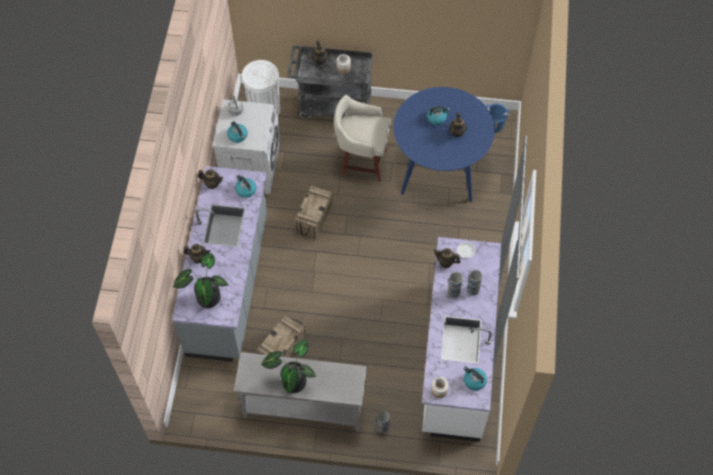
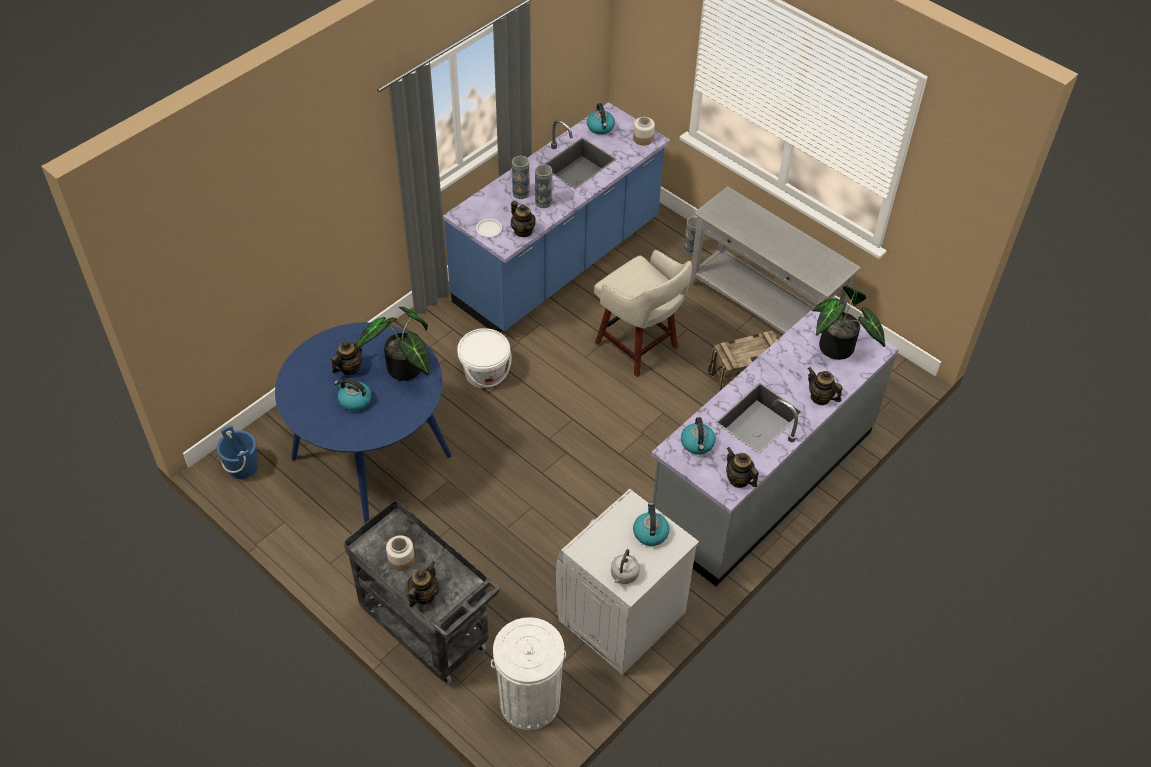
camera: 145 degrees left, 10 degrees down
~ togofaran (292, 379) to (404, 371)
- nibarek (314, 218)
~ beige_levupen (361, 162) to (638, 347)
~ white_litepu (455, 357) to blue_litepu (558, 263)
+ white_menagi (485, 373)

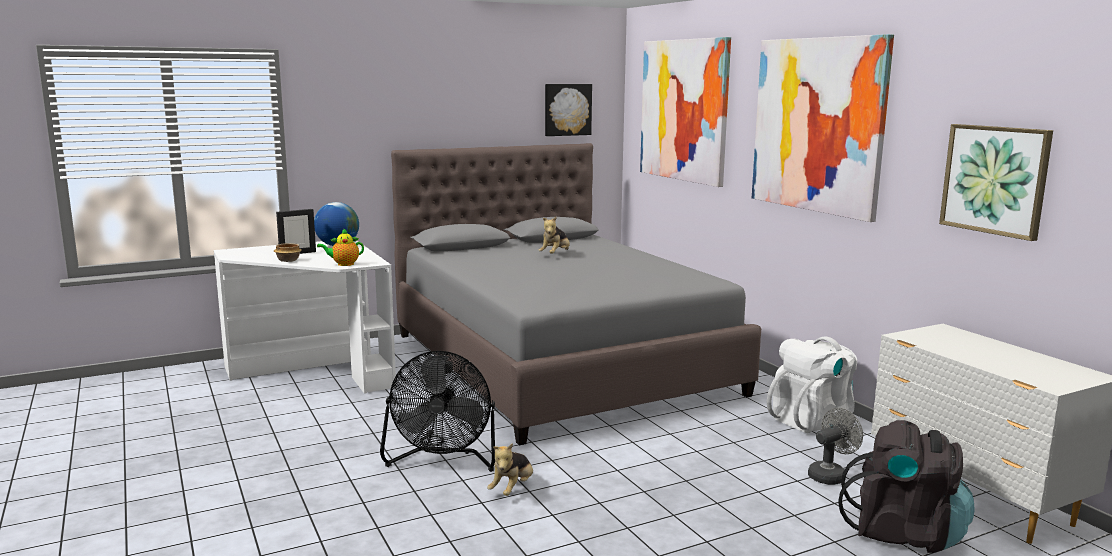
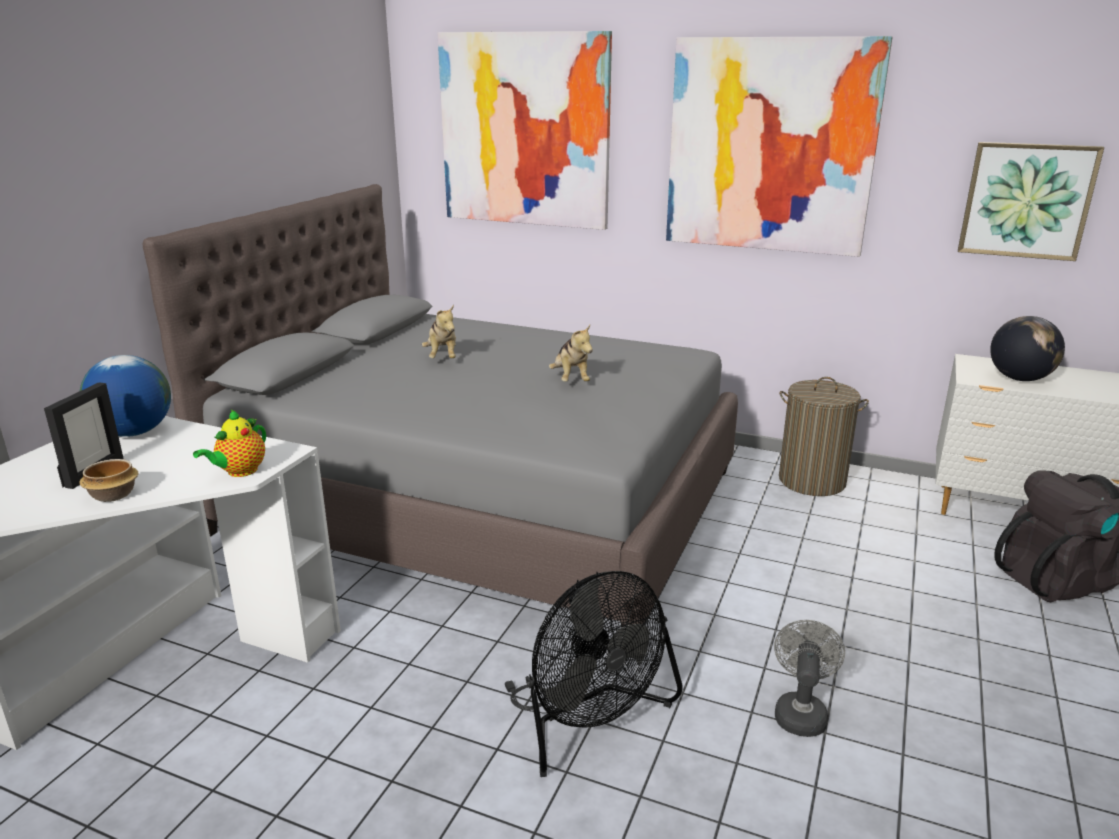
camera: 40 degrees left, 10 degrees up
~ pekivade (512, 489) to (570, 380)
- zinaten (567, 109)
~ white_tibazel (812, 420) to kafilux (811, 481)
~ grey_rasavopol (830, 475) to (800, 712)
+ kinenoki (1019, 379)

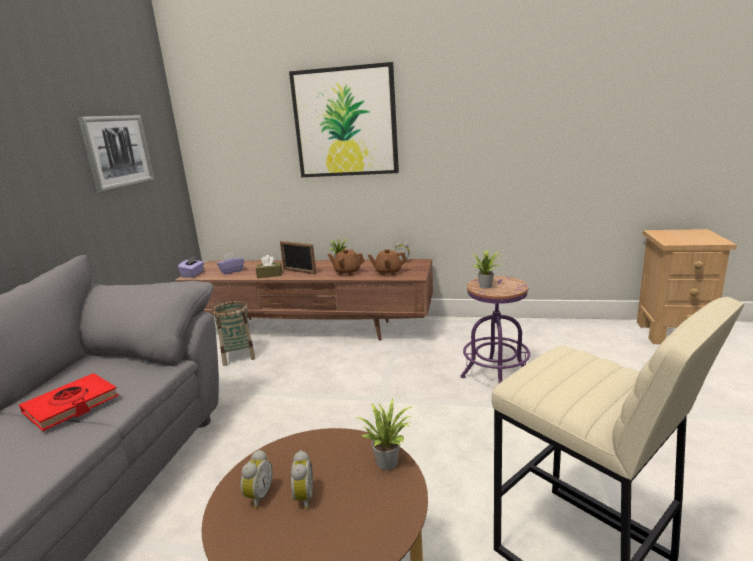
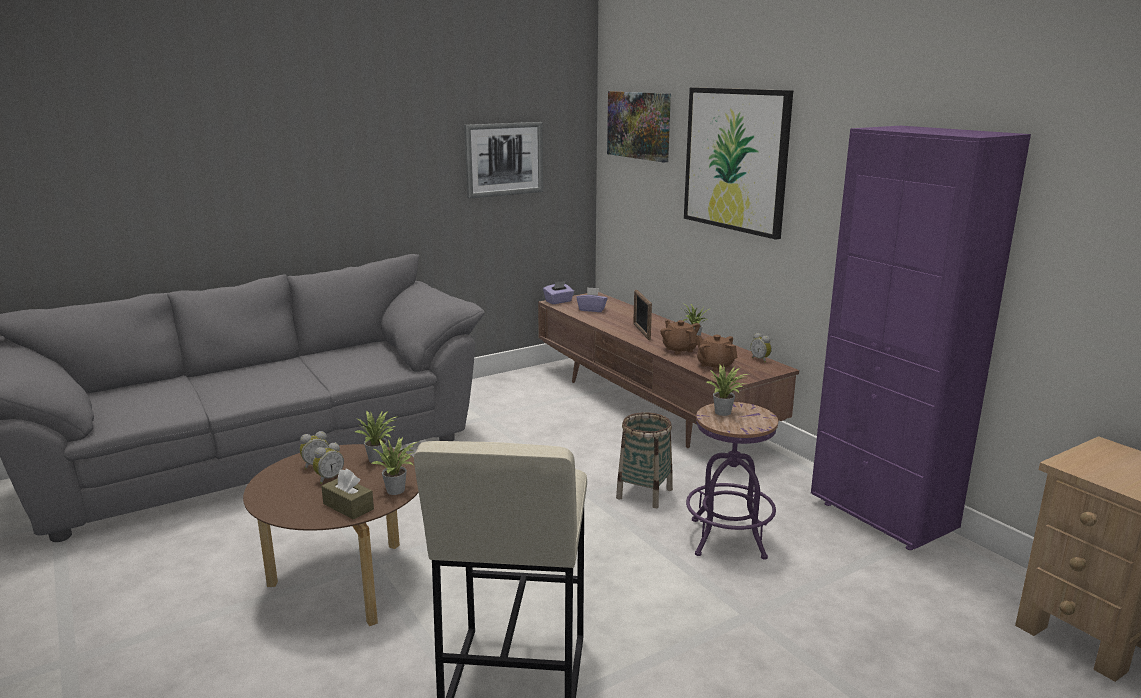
camera: 45 degrees right, 0 degrees up
- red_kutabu (72, 405)
~ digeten (238, 356) to (644, 493)
~ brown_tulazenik (269, 275) to (348, 506)
+ togofaran (379, 459)
+ zinaten (639, 125)
+ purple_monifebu (881, 519)

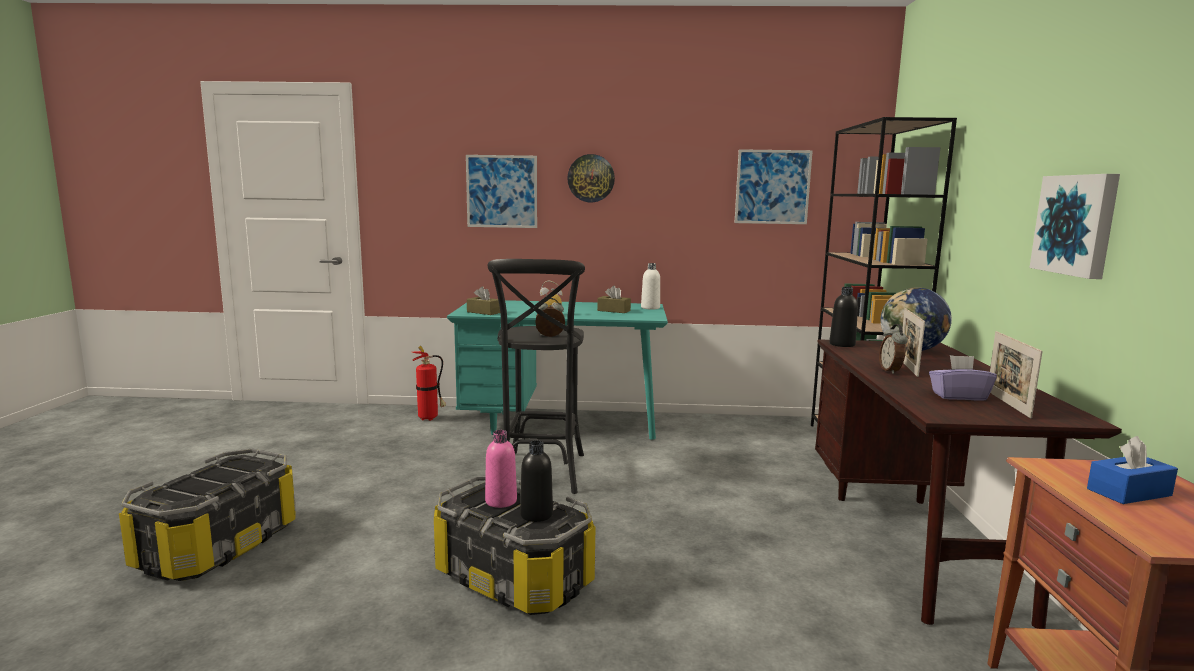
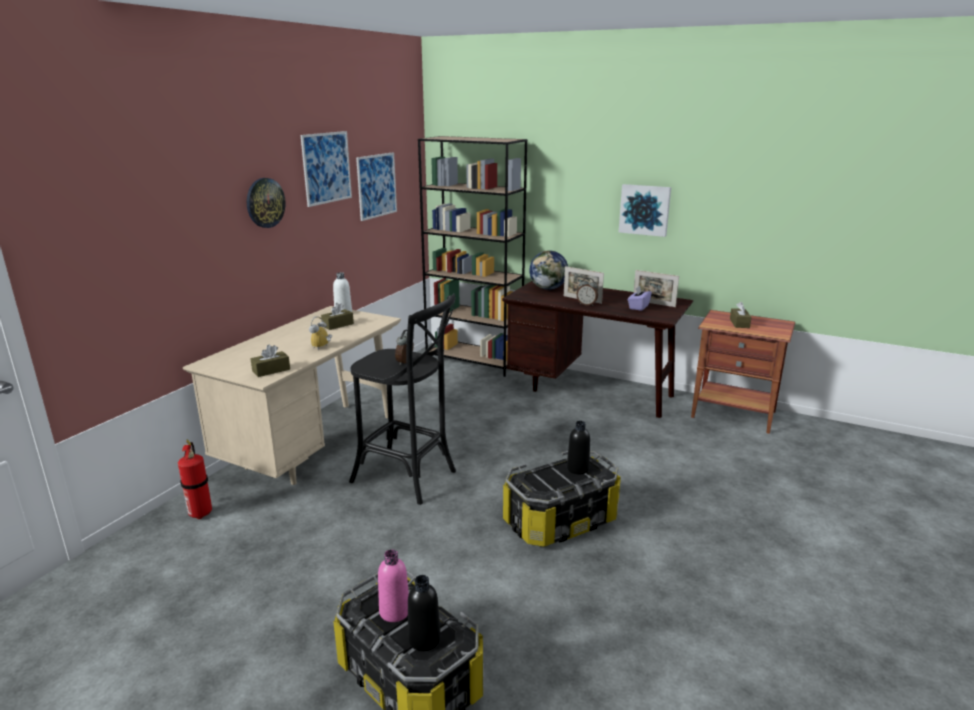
camera: 65 degrees left, 10 degrees up
~ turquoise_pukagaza (561, 425) to beige_pukagaza (313, 446)
~ zinaten (501, 191) to (326, 168)
~ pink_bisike (501, 501) to (394, 611)
~ black_bisike (842, 344) to (424, 639)
~ blue_tulazenik (1129, 492) to brown_tulazenik (739, 323)

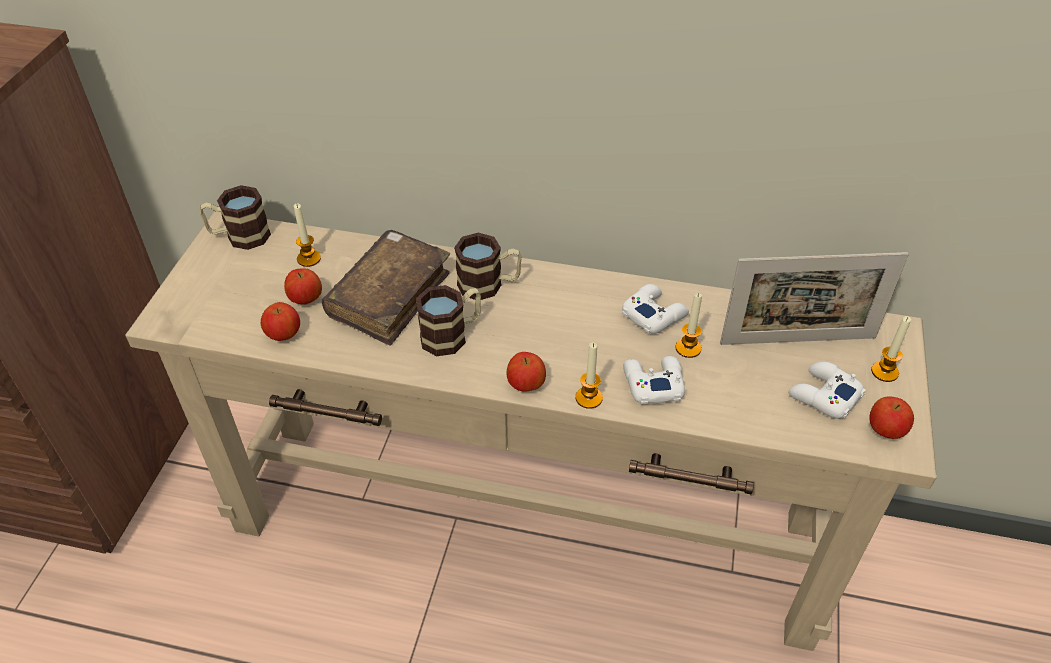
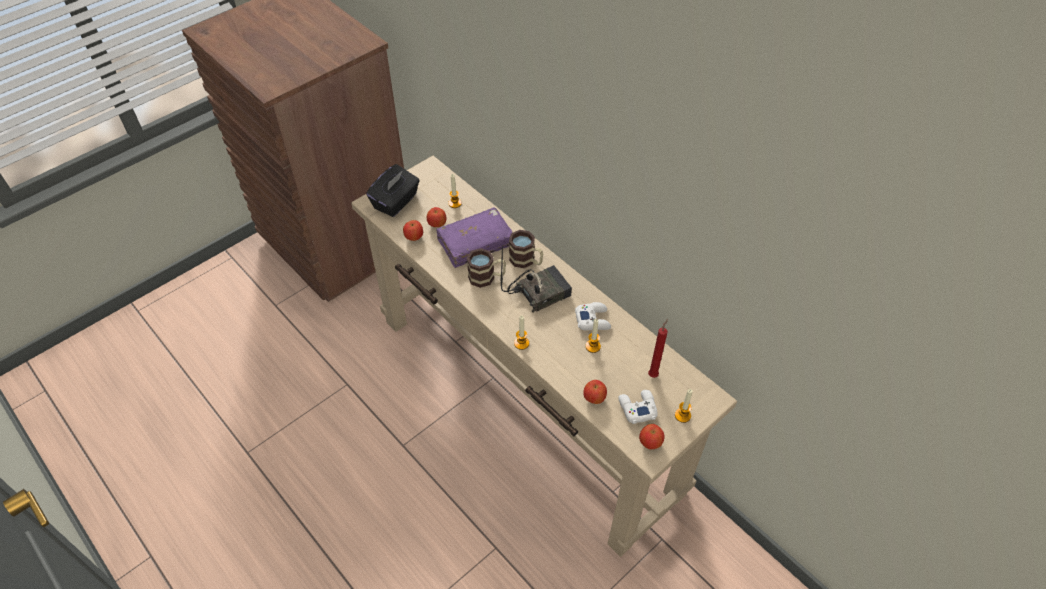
camera: 35 degrees right, 5 degrees up
- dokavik (239, 236)
~ brown_kutabu (389, 296) to purple_kutabu (475, 242)
~ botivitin (526, 385) to (594, 398)
- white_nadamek (652, 383)
~ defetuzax (797, 340) to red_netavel (653, 374)
+ black_tulazenik (396, 202)
+ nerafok (539, 291)

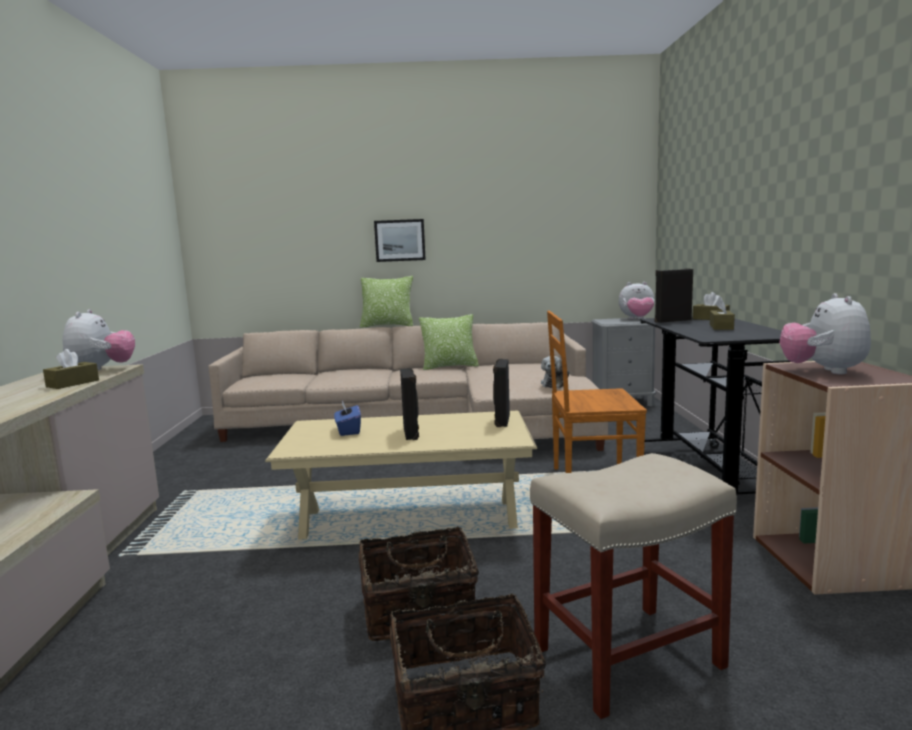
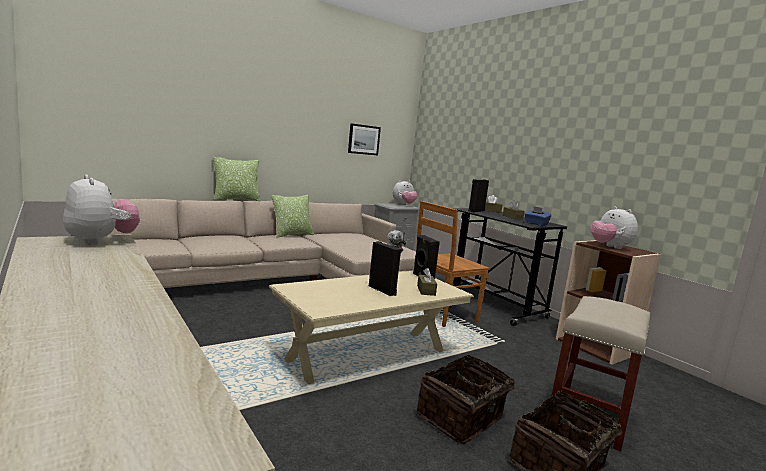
camera: 35 degrees left, 0 degrees up
~ brown_tulazenik (73, 383) to (426, 290)
~ blue_tulazenik (348, 431) to (536, 224)
~ zinaten (400, 240) to (363, 139)

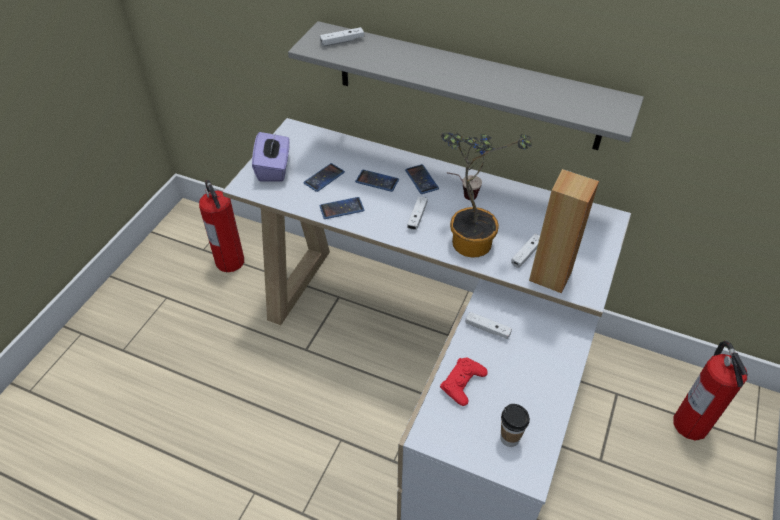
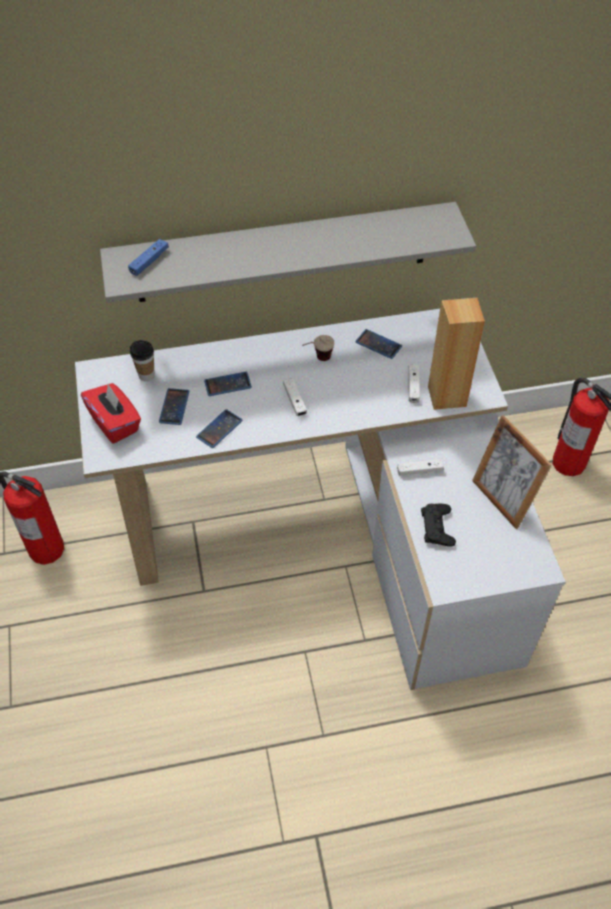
camera: 35 degrees left, 5 degrees up
~ purple_tulazenik (274, 169) to red_tulazenik (115, 423)
~ white_nadamek (342, 41) to blue_nadamek (149, 261)
~ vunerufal (421, 179) to (378, 344)
~ red_nadamek (463, 383) to black_nadamek (437, 527)
- togofaran (469, 239)
~ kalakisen (509, 438) to (146, 375)
+ defetuzax (501, 500)

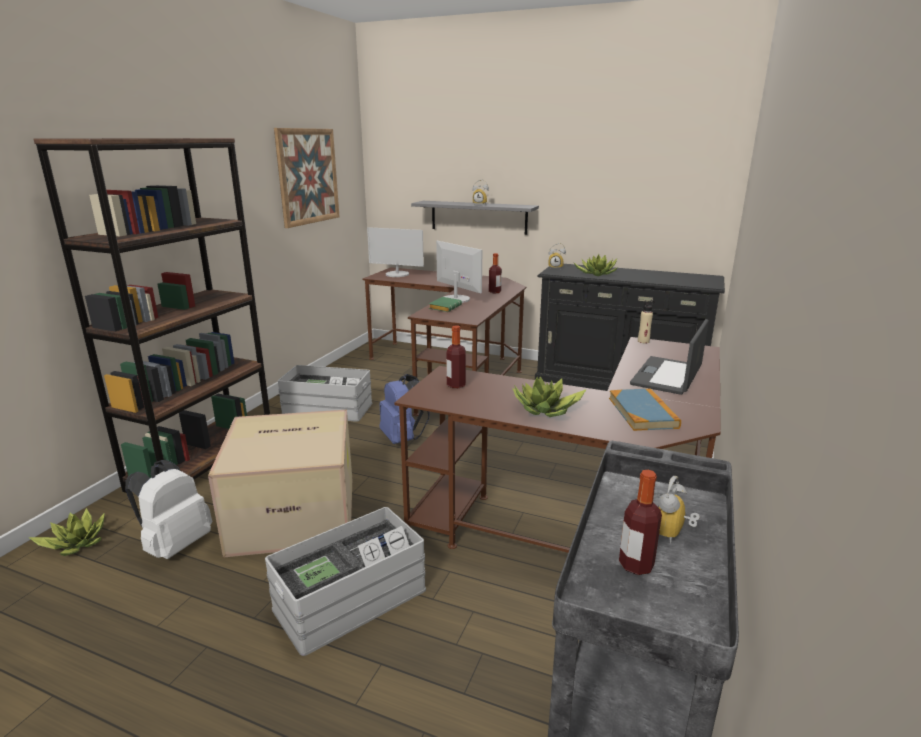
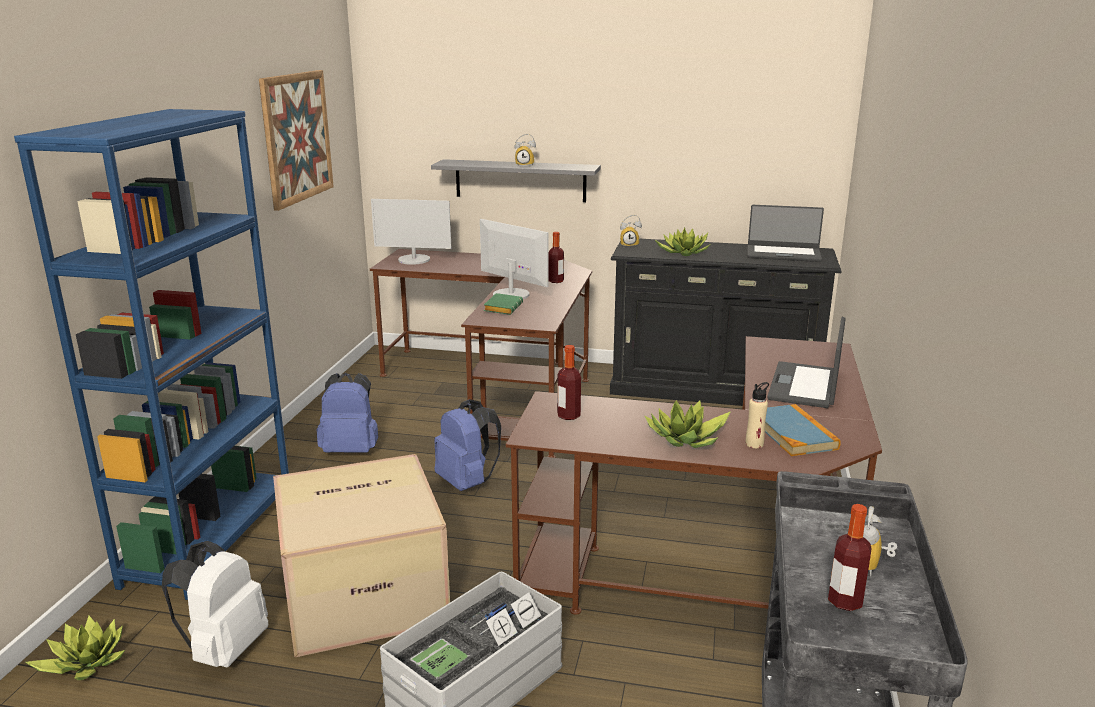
camera: 10 degrees left, 0 degrees up
~ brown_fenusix (204, 461) to blue_fenusix (211, 537)
~ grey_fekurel (328, 408) to blue_tibazel (351, 450)
~ beige_bisike (643, 341) to (754, 444)
+ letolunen (783, 254)

